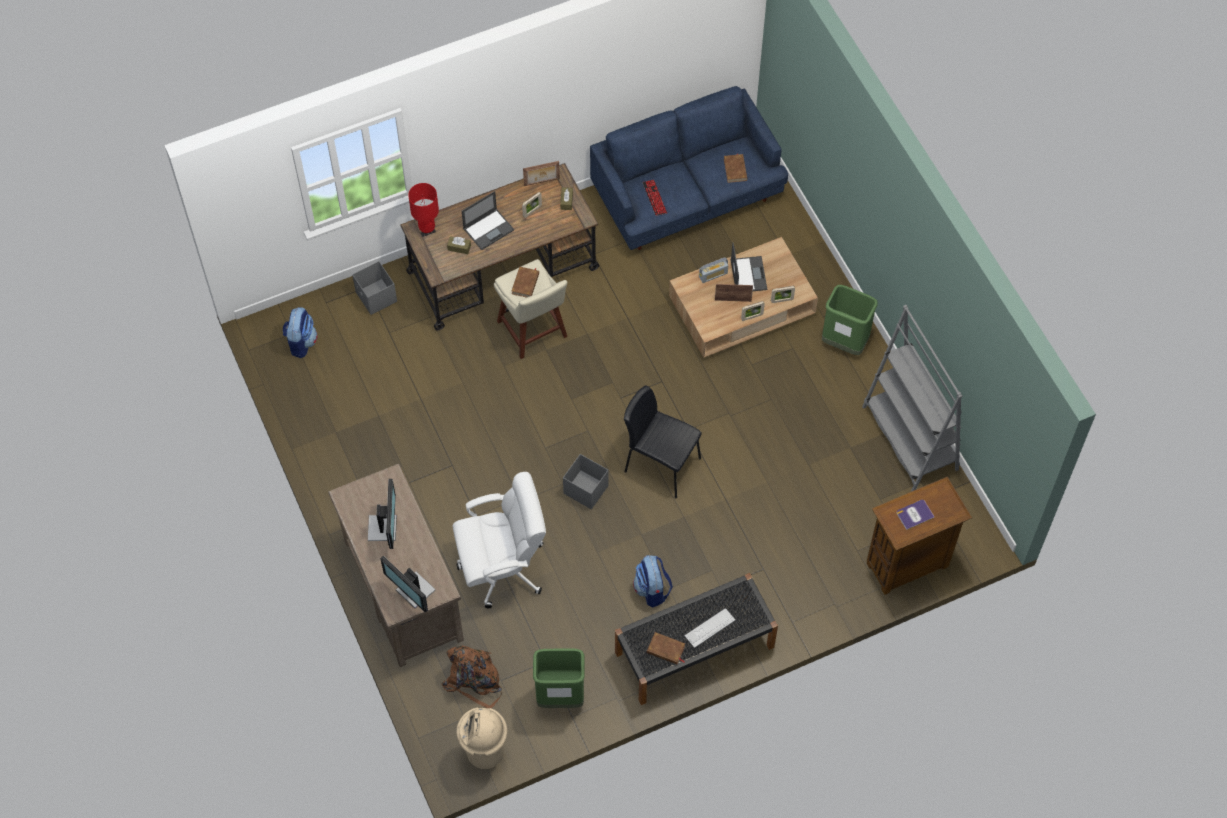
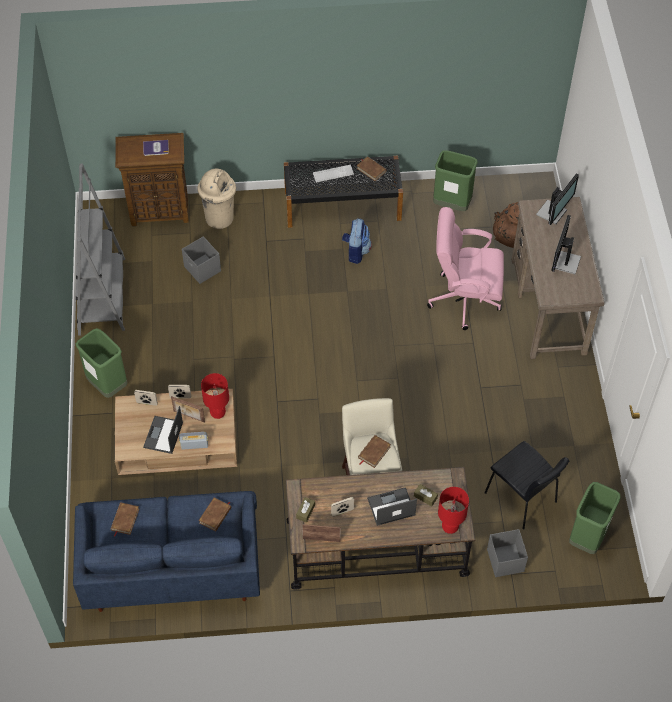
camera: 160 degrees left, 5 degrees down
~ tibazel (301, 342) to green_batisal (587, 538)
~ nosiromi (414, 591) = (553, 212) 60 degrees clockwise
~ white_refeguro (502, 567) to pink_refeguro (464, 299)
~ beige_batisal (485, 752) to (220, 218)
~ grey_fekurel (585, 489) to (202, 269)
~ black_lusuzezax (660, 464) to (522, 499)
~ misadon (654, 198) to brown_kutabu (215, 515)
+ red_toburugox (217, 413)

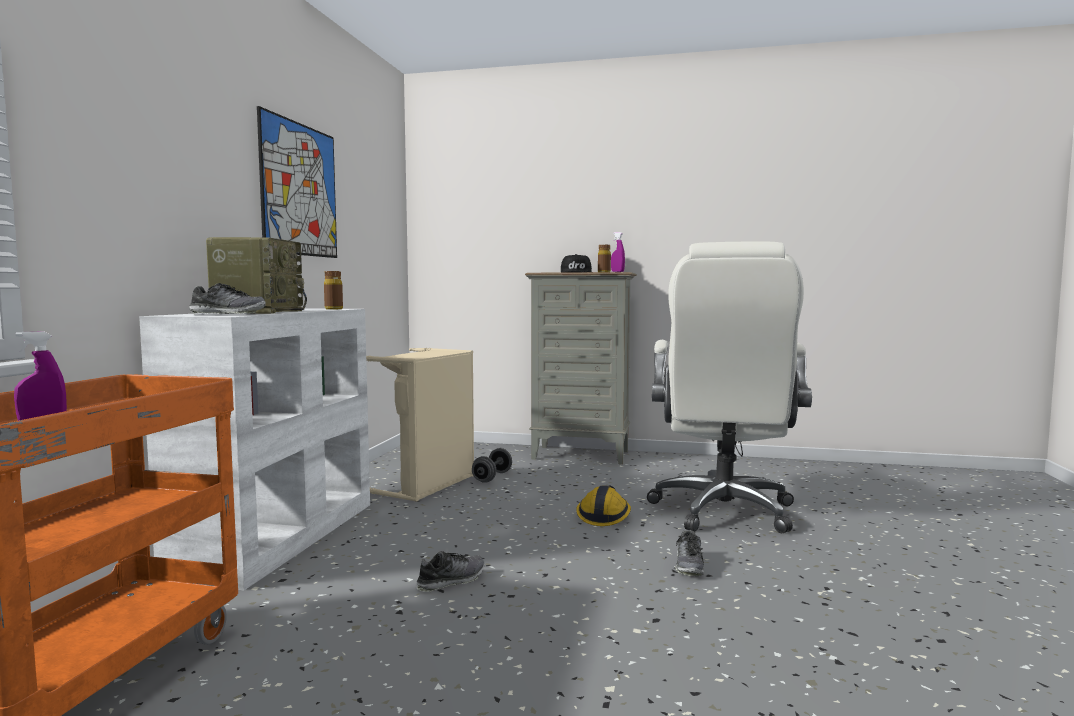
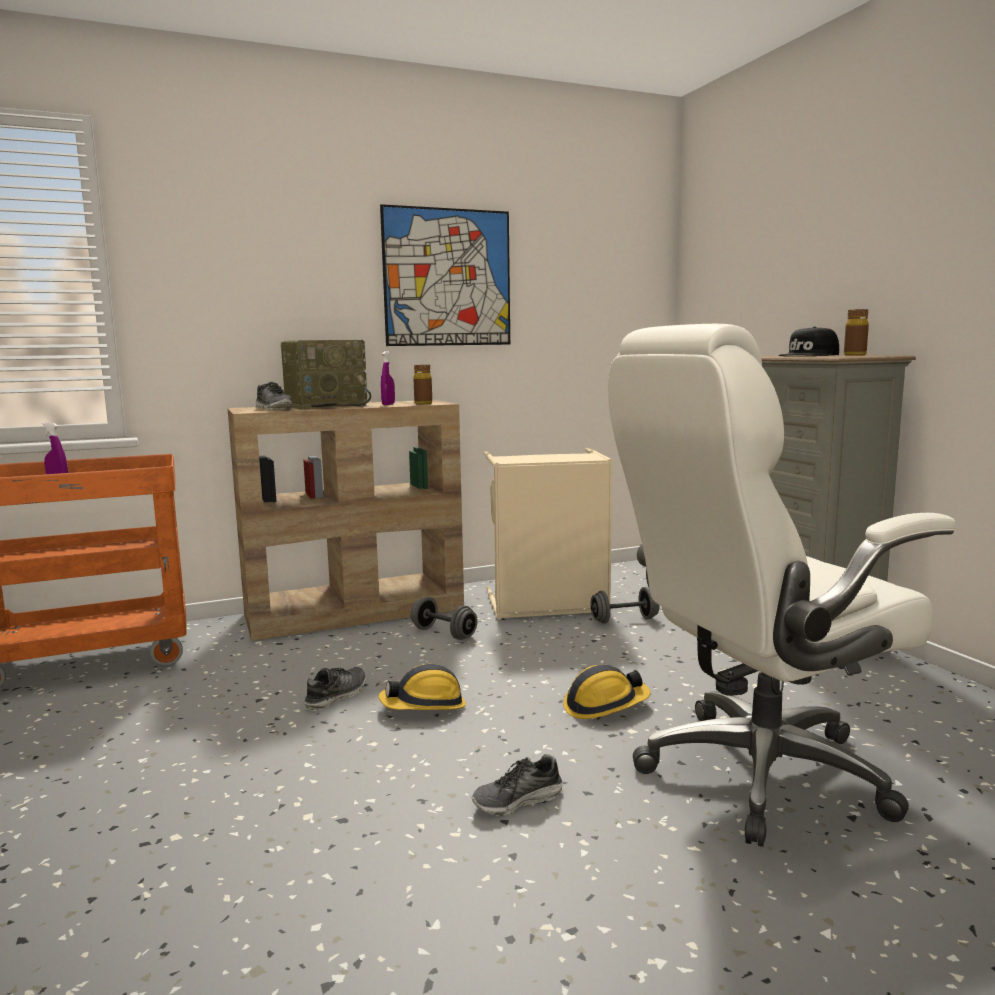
camera: 55 degrees right, 5 degrees up
~ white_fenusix (276, 537) to brown_fenusix (354, 611)
~ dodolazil (451, 581) = (336, 696) 75 degrees counterclockwise
~ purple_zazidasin (617, 272) to (388, 404)
+ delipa (424, 706)
+ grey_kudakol (444, 633)

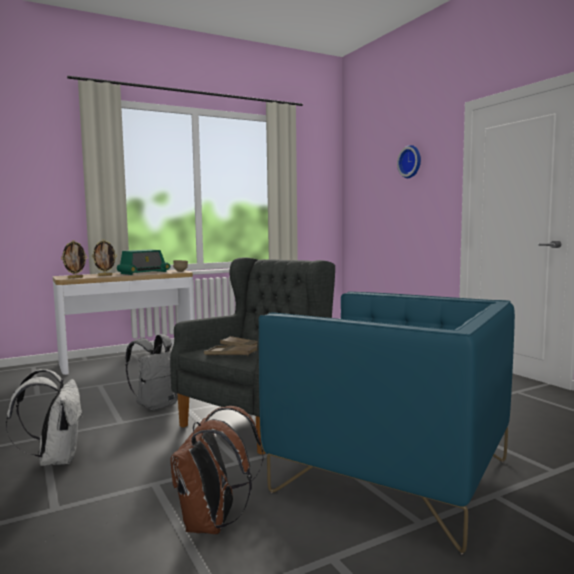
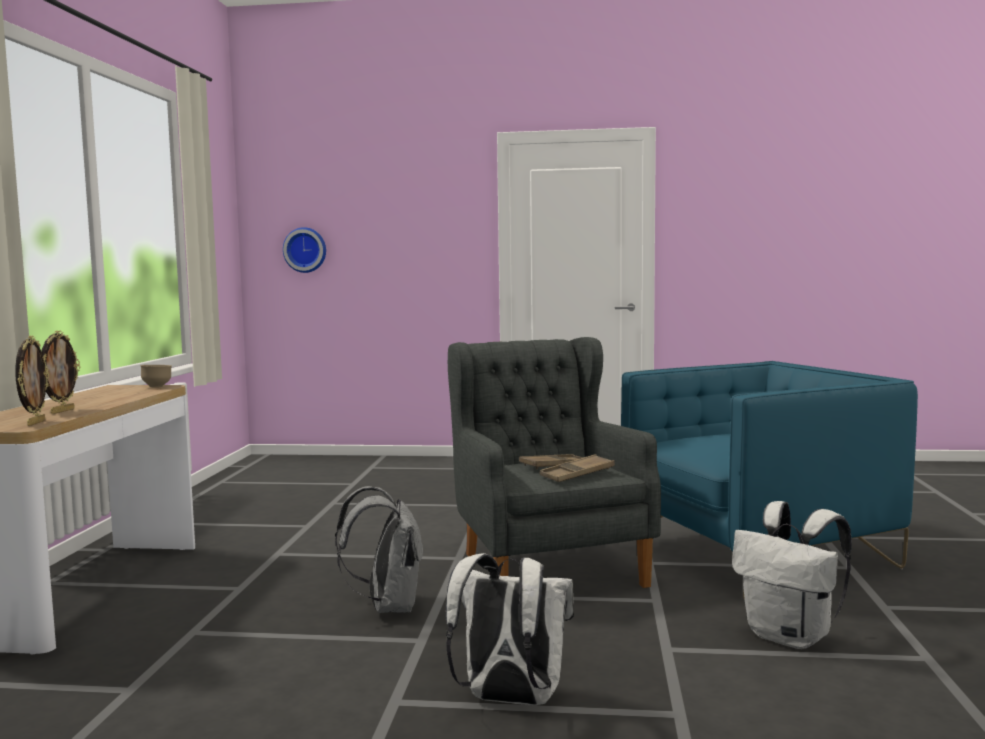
camera: 55 degrees left, 0 degrees up
- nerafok (144, 273)
~ brown_tibazel (213, 524) to white_tibazel (791, 637)
~ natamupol (411, 162) to (305, 250)

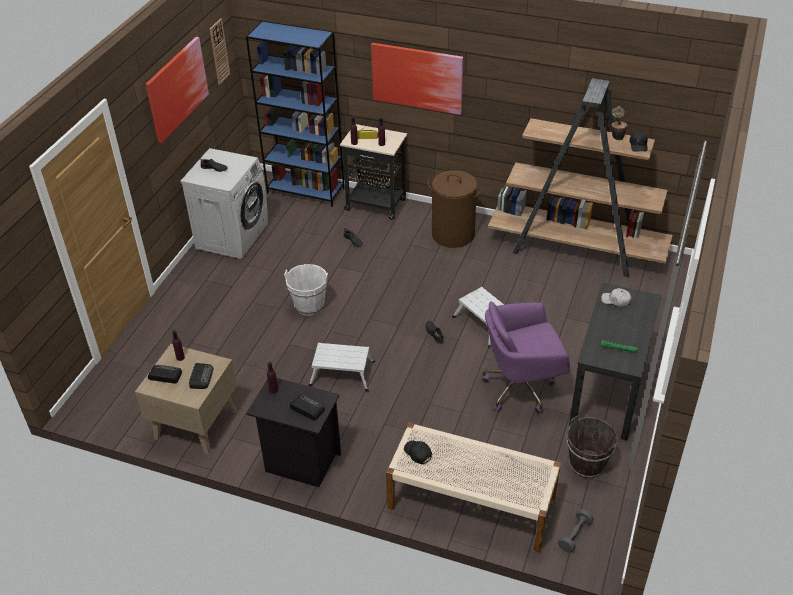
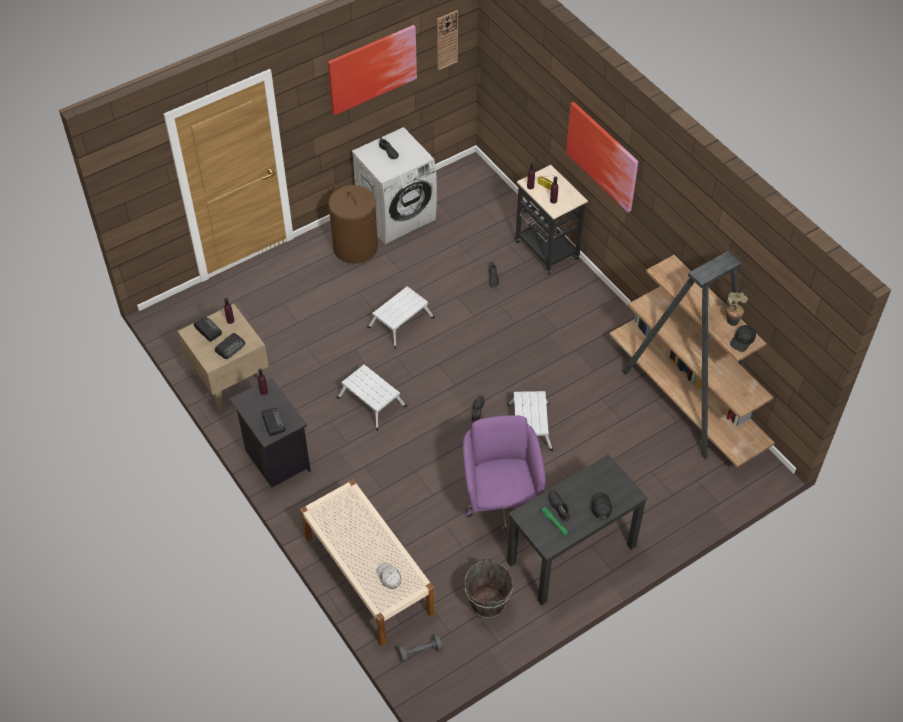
camera: 35 degrees right, 10 degrees up
- blue_fenusix (306, 190)
~ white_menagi (309, 306) to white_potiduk (400, 322)
~ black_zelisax (418, 453) to (600, 507)
~ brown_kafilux (453, 234) to (355, 247)
~ purple_refeguro (521, 389) = (500, 505) 60 degrees clockwise
~ white_zelisax (616, 300) to (389, 577)
+ black_dodolazil (559, 507)

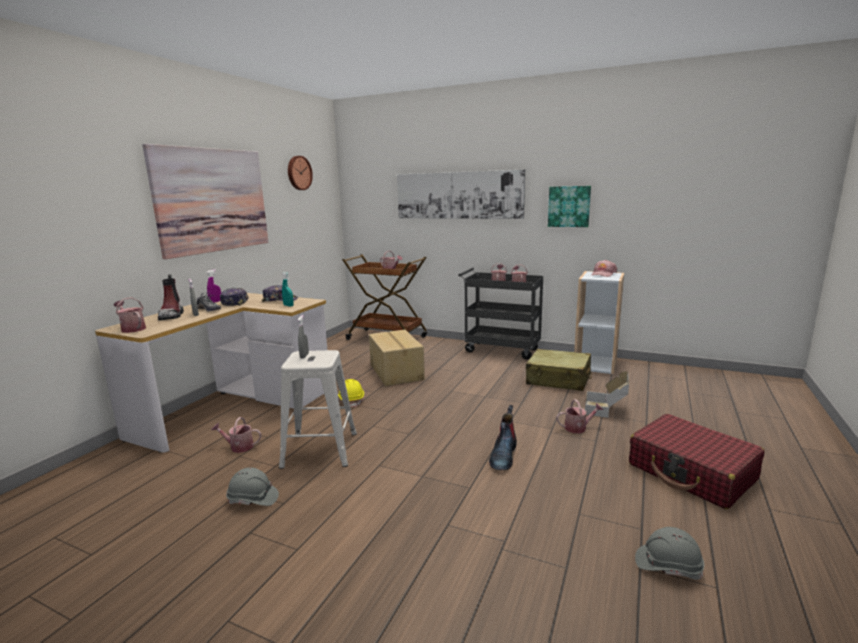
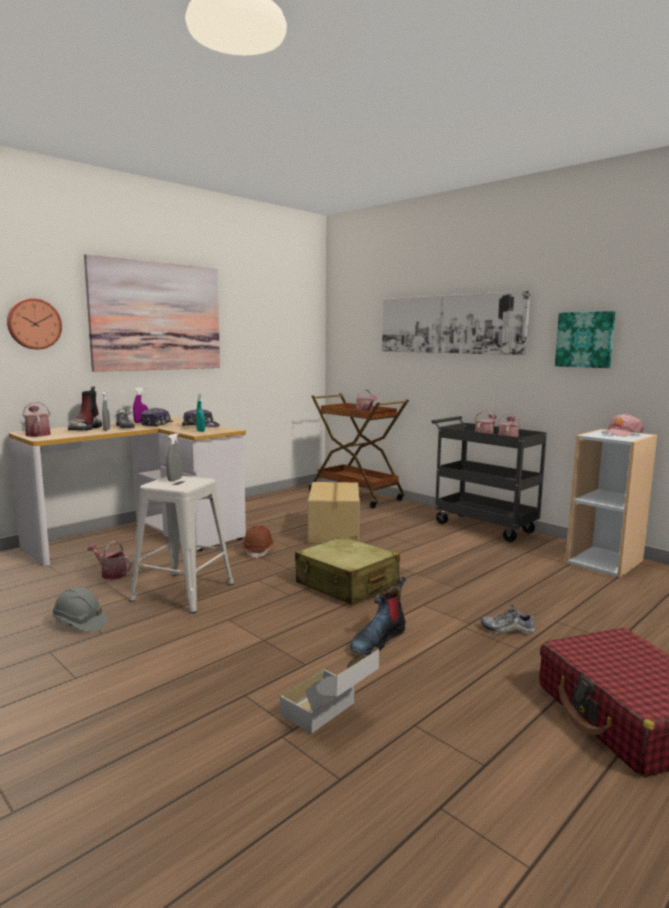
camera: 20 degrees right, 5 degrees down
~ natamupol (298, 173) to (34, 324)
~ yellow_delipa (351, 400) to brown_delipa (258, 551)
~ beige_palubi (558, 380) to (347, 585)
~ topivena (578, 428) to dodolazil (507, 629)
~ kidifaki (606, 410) to (330, 716)
- grey_delipa (667, 566)

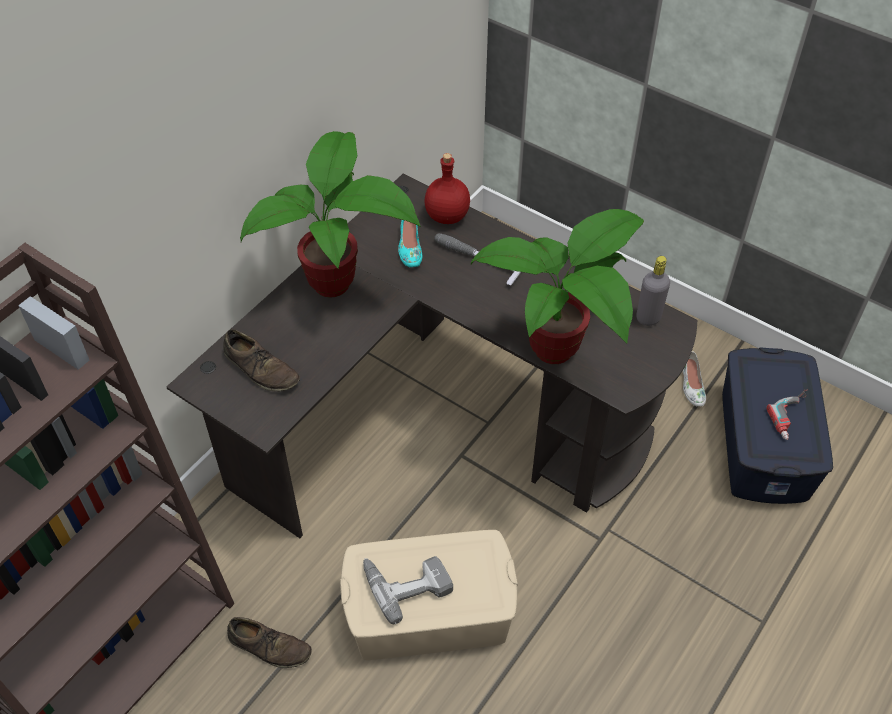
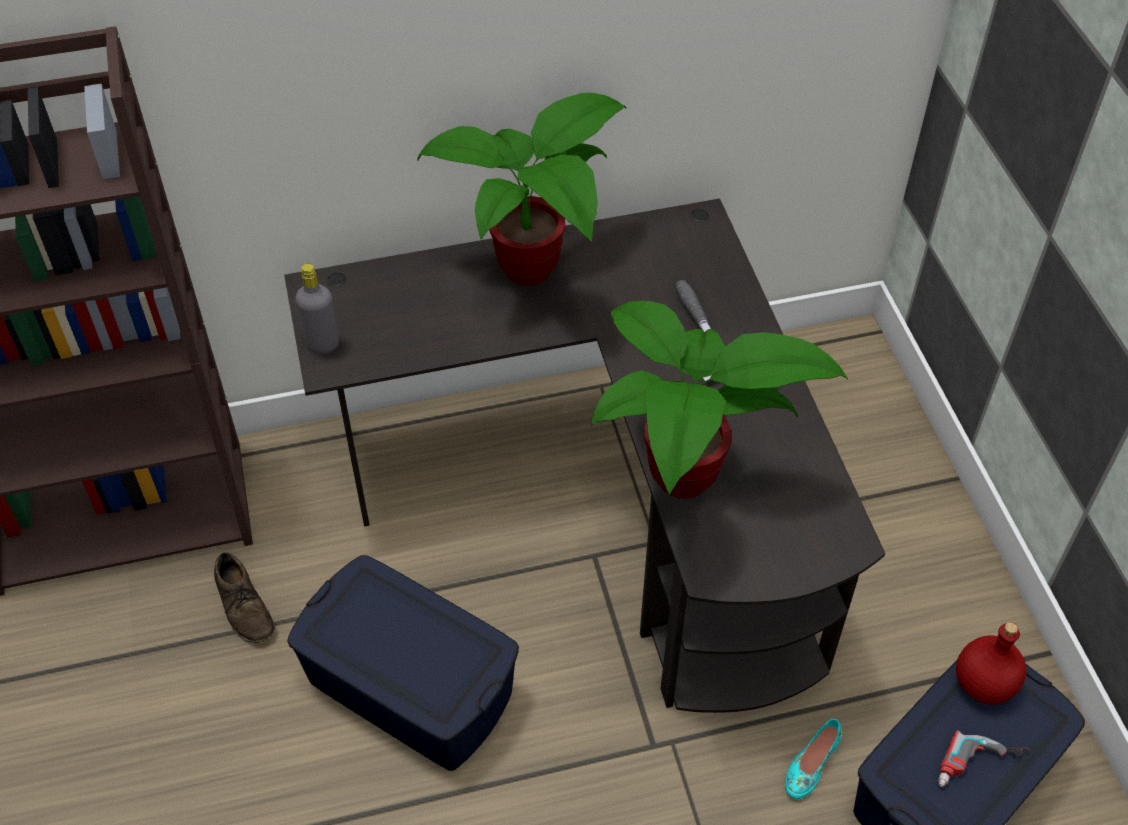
camera: 40 degrees right, 0 degrees up
- brown_dodolazil (261, 369)
~ beige_fekurel (430, 614) to blue_fekurel (410, 688)
- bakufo (406, 582)
~ turquoise_dodolazil (409, 246) to (810, 763)
~ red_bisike (446, 216) to (982, 684)
~ grey_bisike (648, 318) to (323, 344)
- white_dodolazil (691, 385)

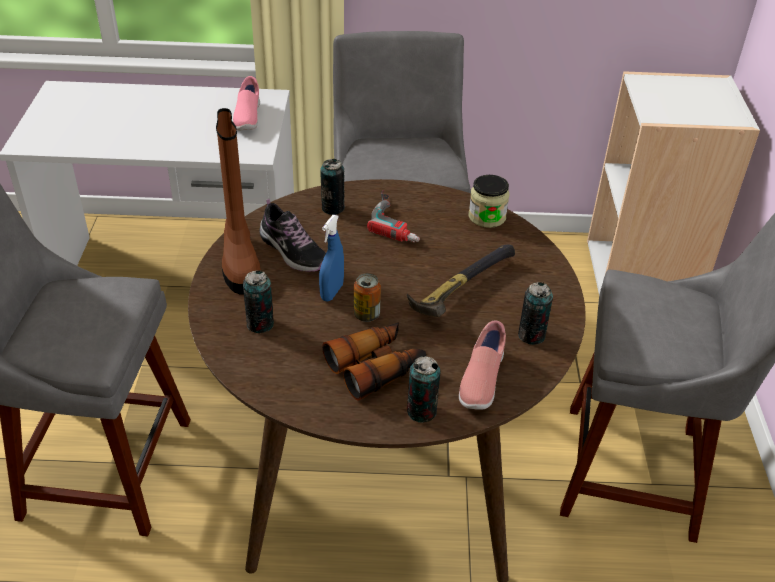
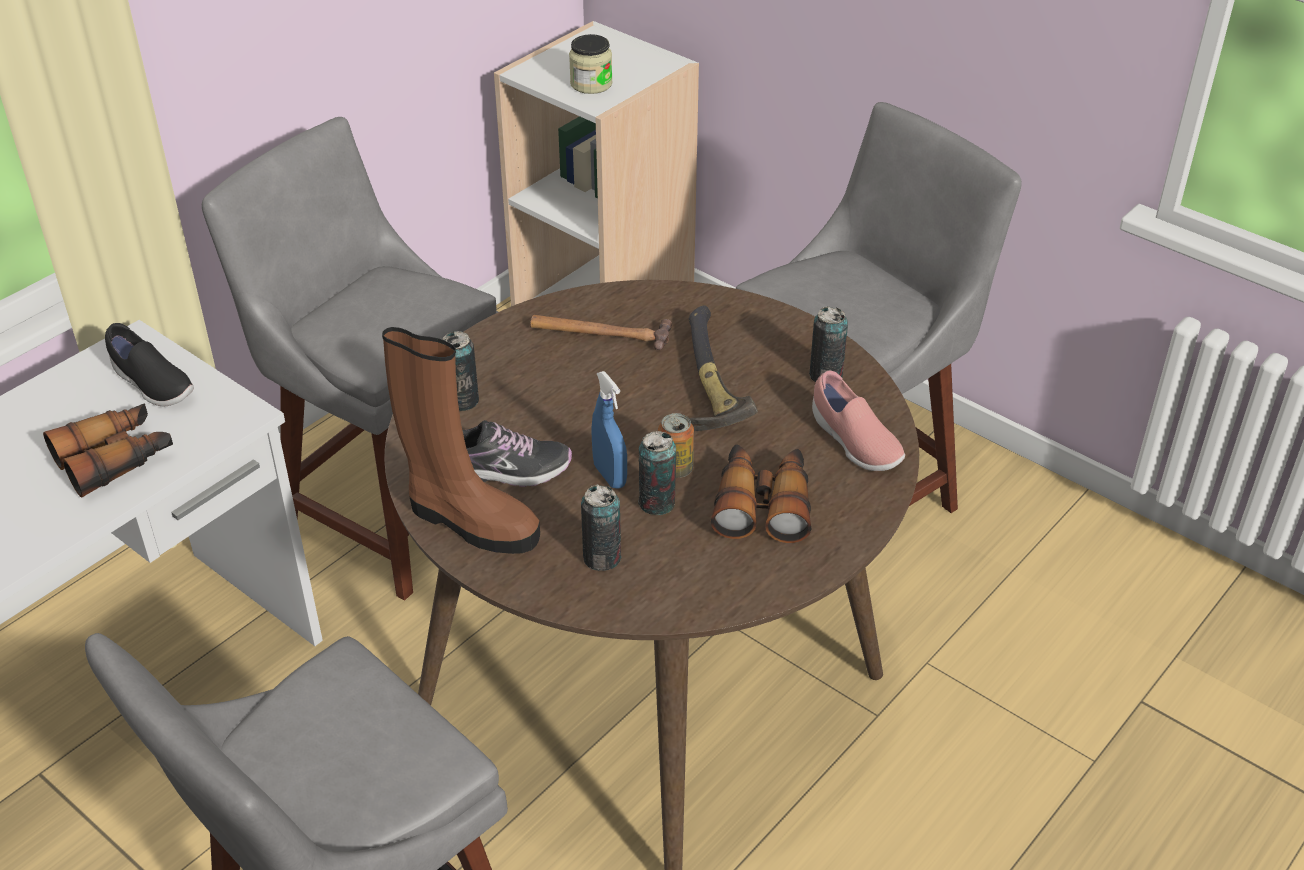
camera: 50 degrees left, 0 degrees up
~ pink_dodolazil (247, 118) to black_dodolazil (151, 385)
- bakufo (399, 221)
~ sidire (421, 411) to (657, 503)
~ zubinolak (487, 217) to (591, 84)
+ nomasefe (116, 459)
+ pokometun (600, 333)

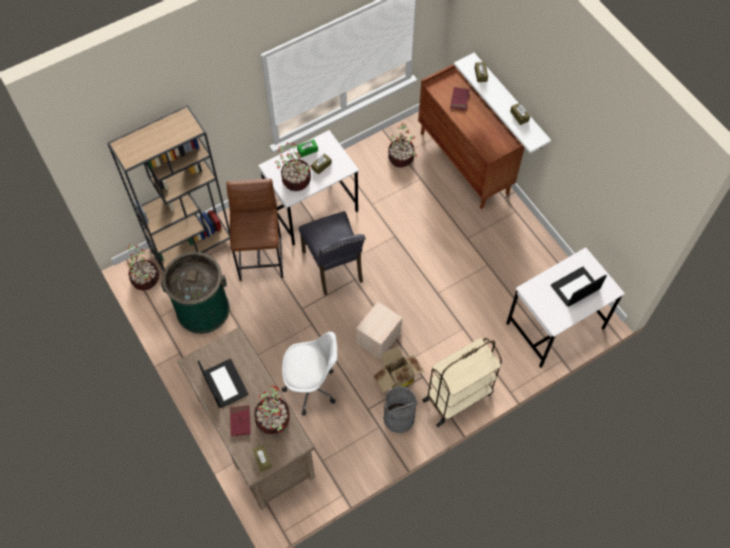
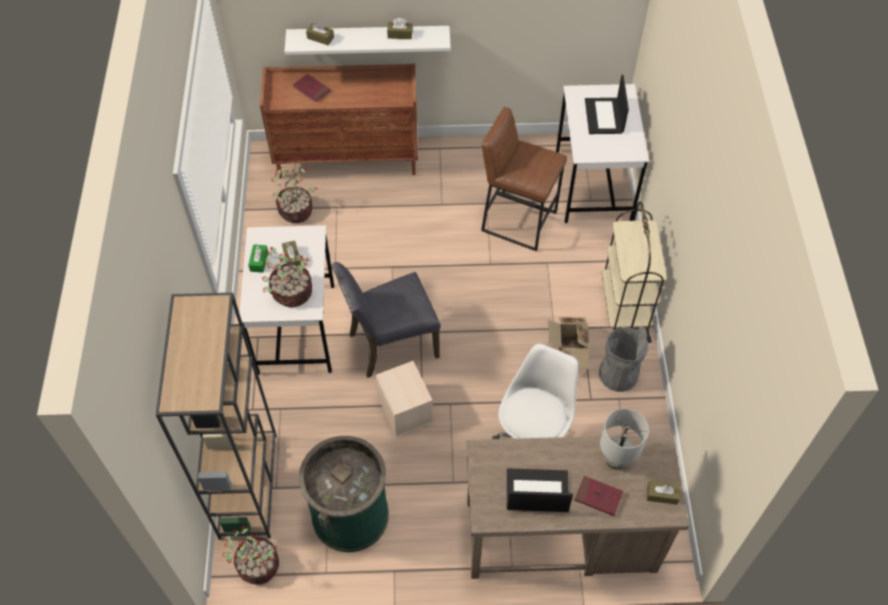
camera: 60 degrees left, 5 degrees down
~ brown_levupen (260, 257) to (518, 221)
~ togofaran (273, 420) to white_toburugox (616, 459)
~ grey_lusuzezax (334, 267) = (390, 344) 150 degrees clockwise
~ beige_fekurel (378, 337) to (404, 409)

